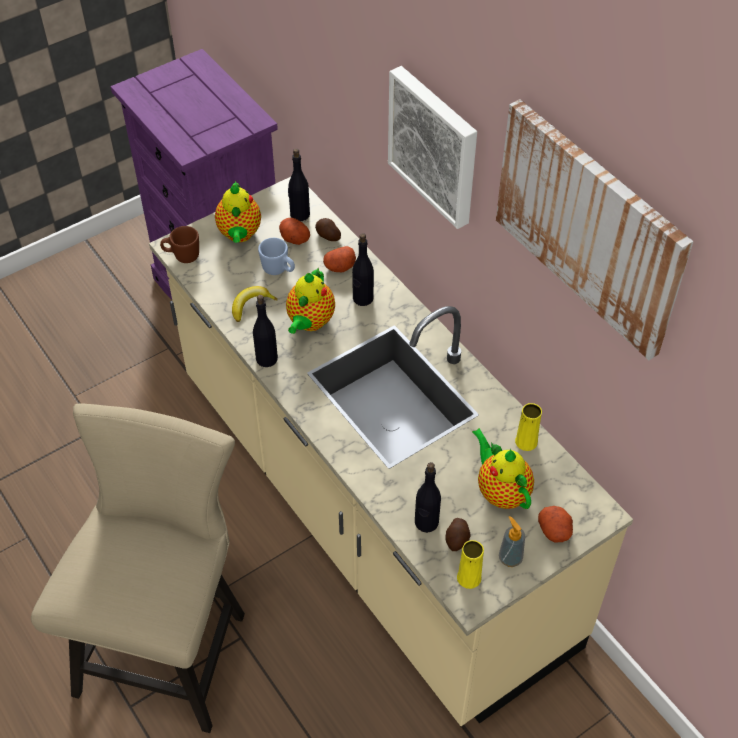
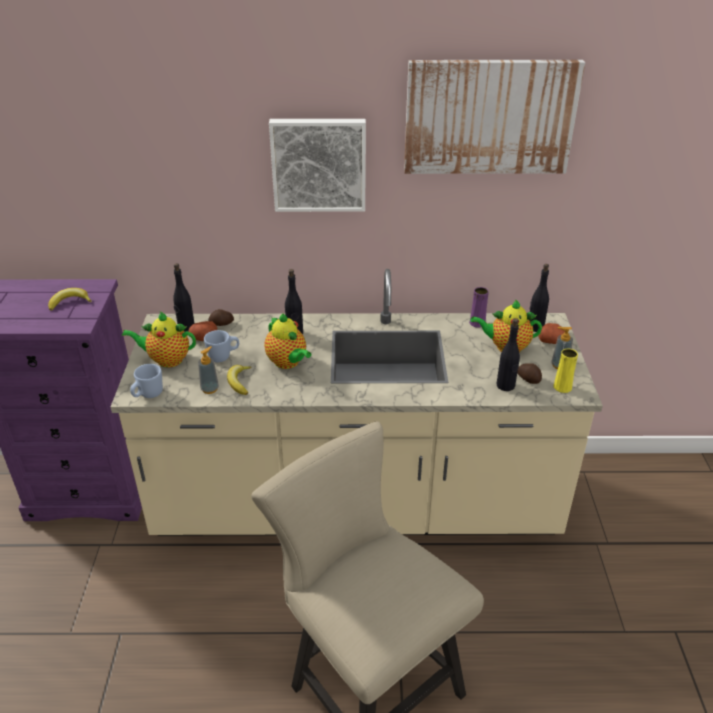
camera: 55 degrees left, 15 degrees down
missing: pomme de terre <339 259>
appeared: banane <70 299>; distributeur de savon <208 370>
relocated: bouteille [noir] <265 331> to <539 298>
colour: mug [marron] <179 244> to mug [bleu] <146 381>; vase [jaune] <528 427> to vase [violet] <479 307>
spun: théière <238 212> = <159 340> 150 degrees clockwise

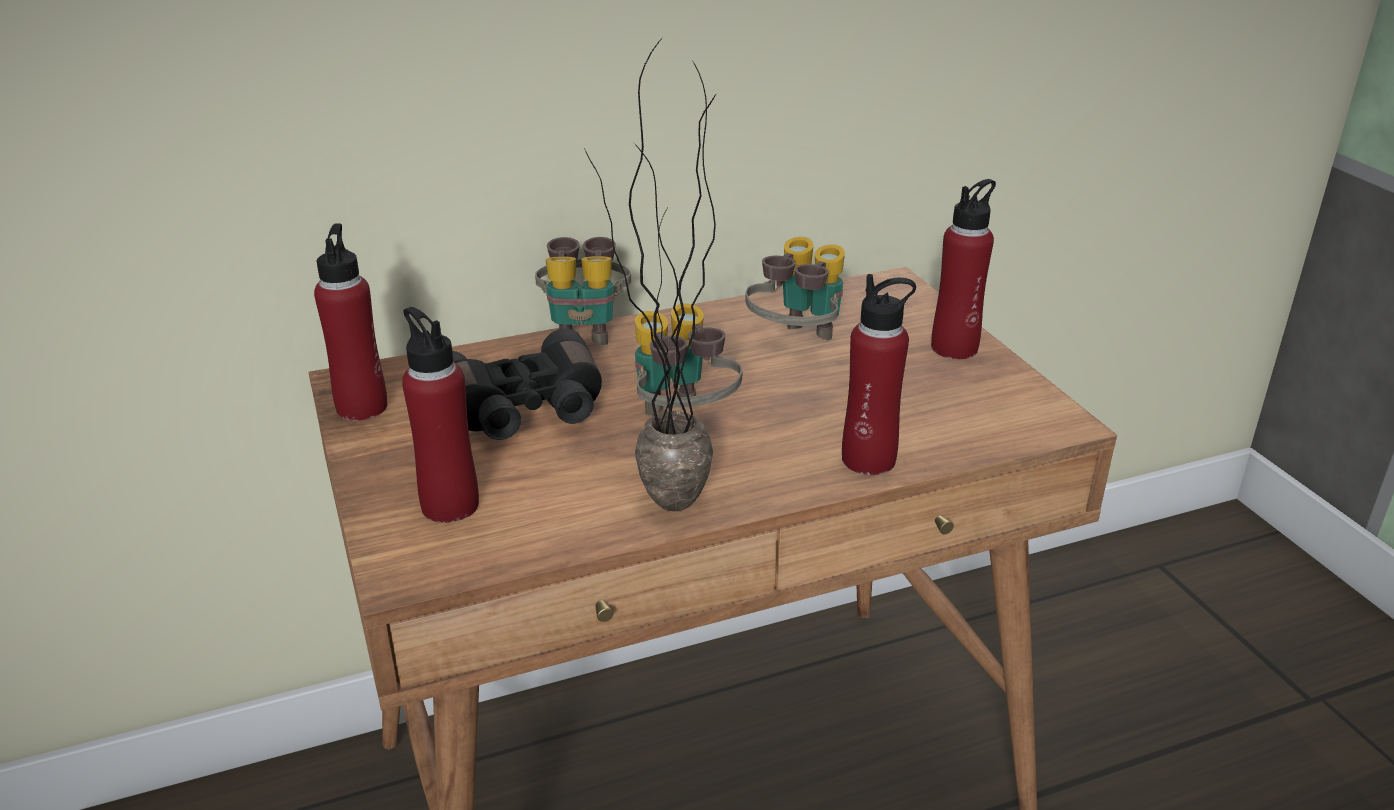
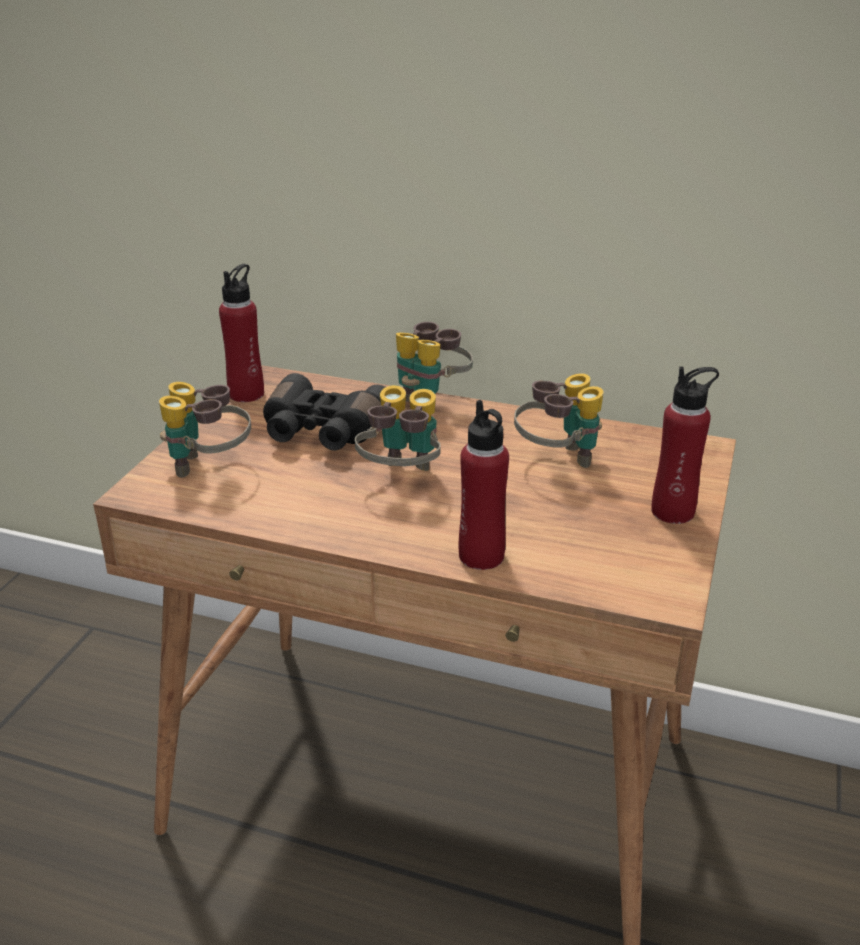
camera: 40 degrees right, 0 degrees up
missing: plante en pot <650 273>
exchanged: bouteille [rouge] <440 415> to jumelles <205 430>

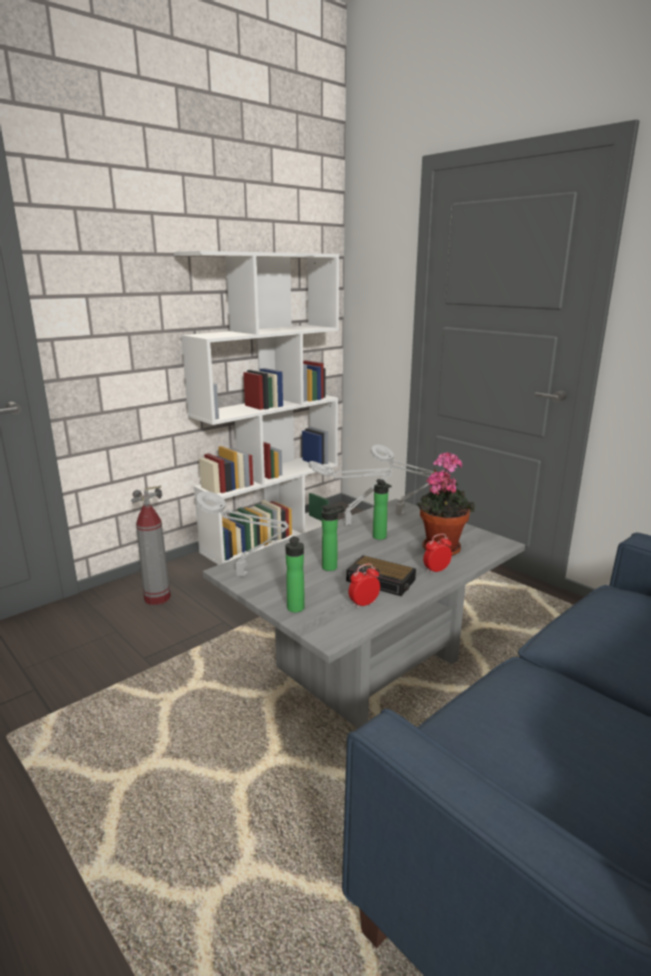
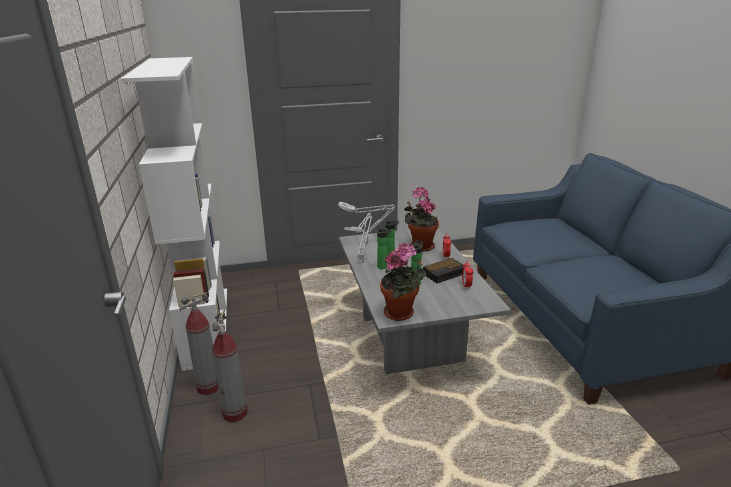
camera: 60 degrees left, 5 degrees up
appeared: extincteur <198 343>
relocated: bouteille <295 574> to <384 248>
exchanged: lampe de table [gris] <242 534> to plante en pot <403 282>

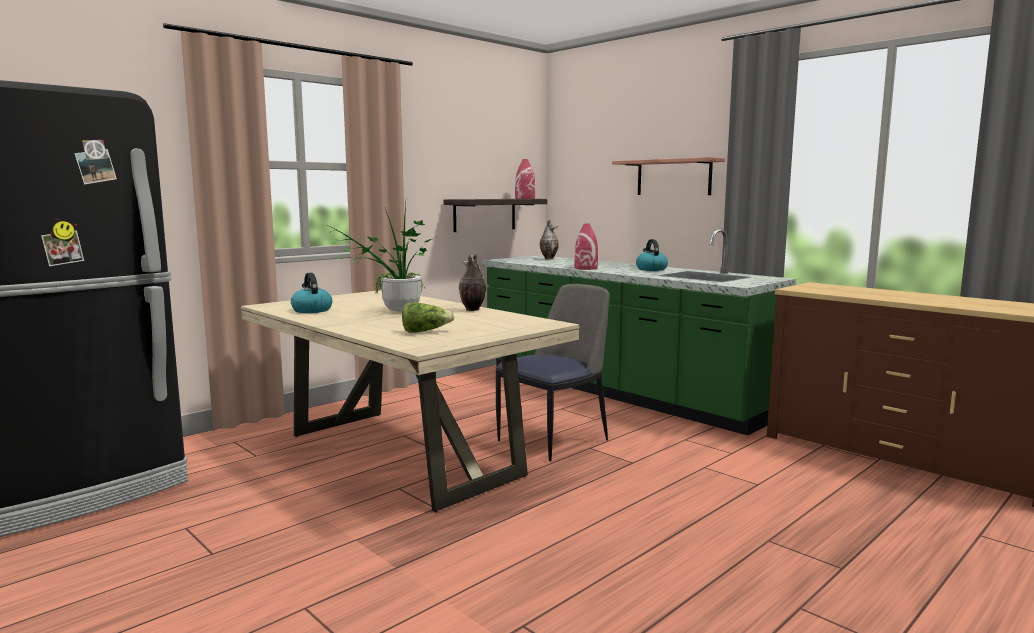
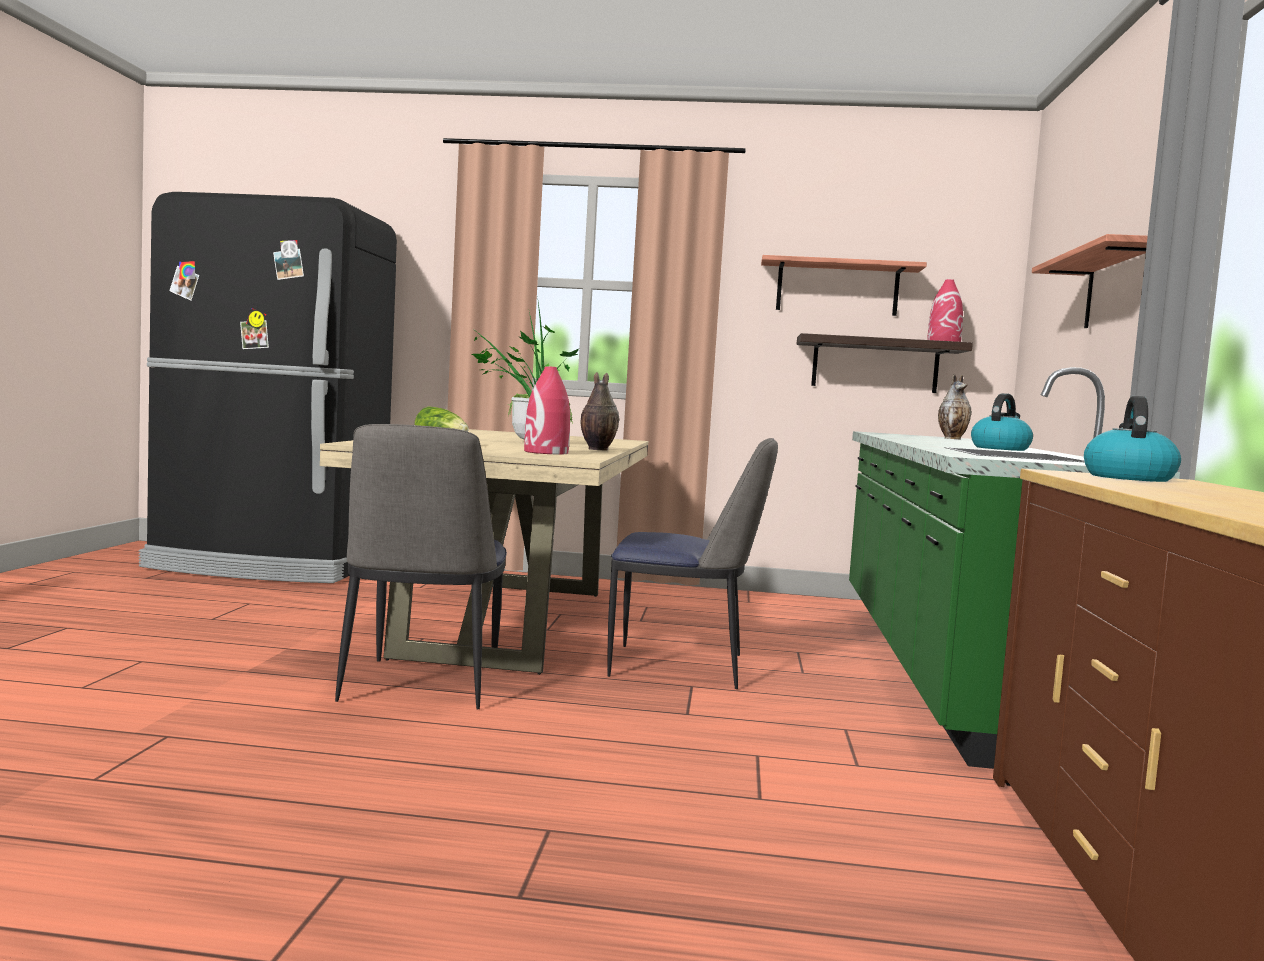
camera: 50 degrees right, 5 degrees down
appeared: chaise <421 567>; étagère <844 285>
relocated: bouilloire <311 293> to <1132 439>; vase [rouge] <586 246> to <547 410>

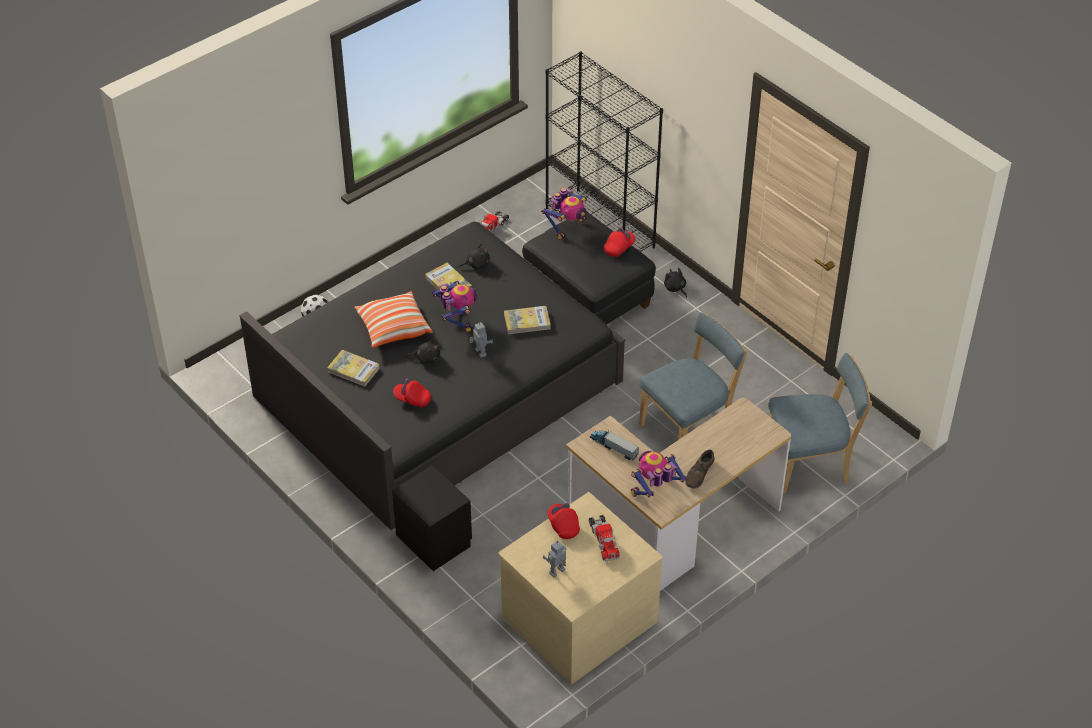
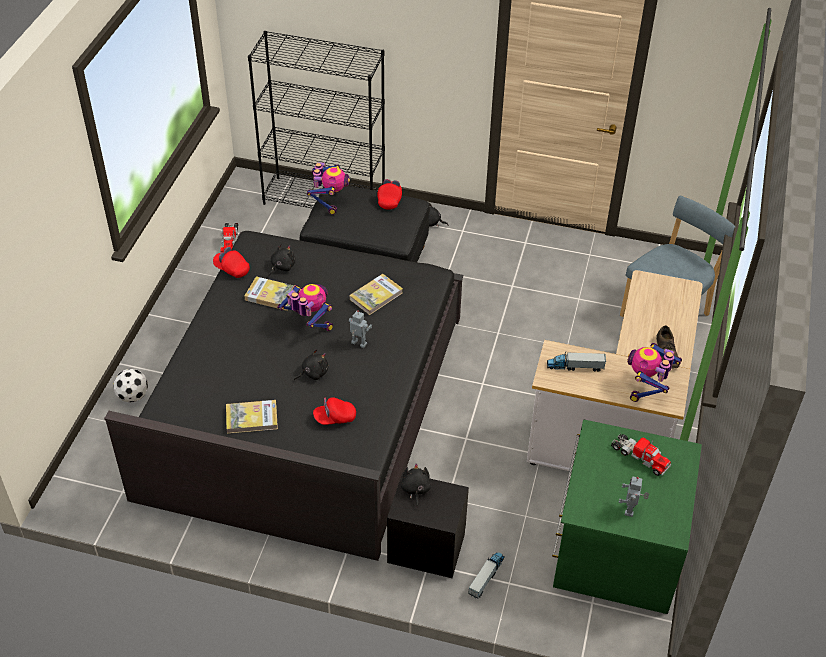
camera: 35 degrees left, 0 degrees up
missing: coussin <393 319>; chaise [bleu] <693 376>
appeared: peluche [noir] <416 485>; camion jouet <486 575>
relocated: casquette [rouge] <563 521> to <231 262>
colour: commode [beige] <580 588> to commode [vert] <627 517>

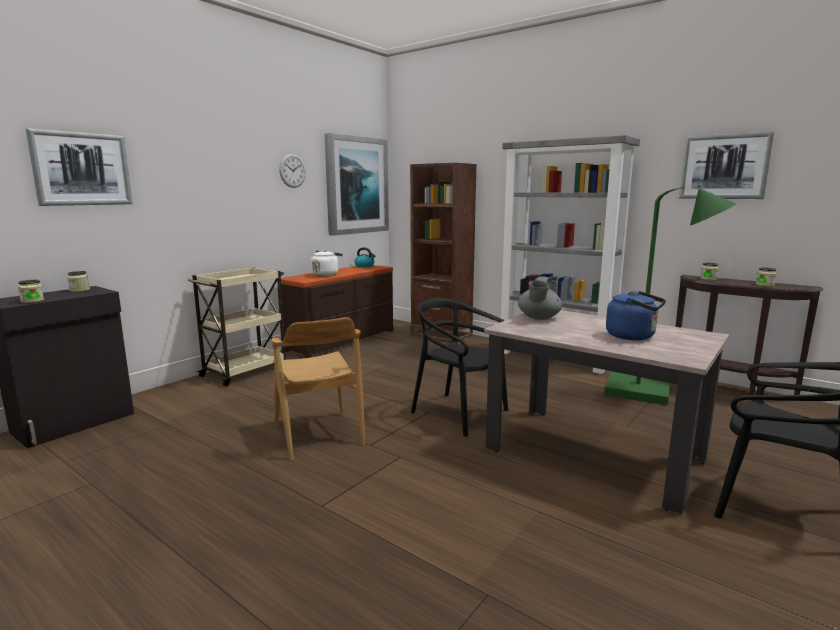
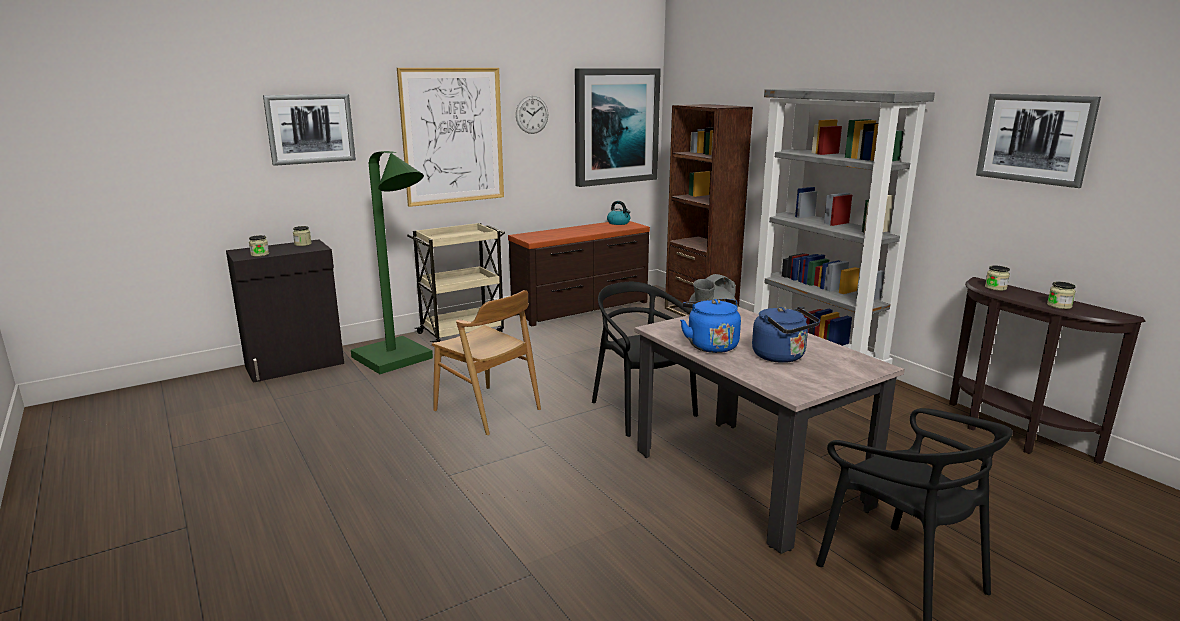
camera: 20 degrees right, 5 degrees up
missing: bouilloire [blanc] <327 263>
appeared: tableau <450 137>; bouilloire [bleu] <710 326>
relocated: lampadaire [vert] <670 296> to <392 262>
spun: chaise [marron] <318 388> = <486 362> 45 degrees counterclockwise

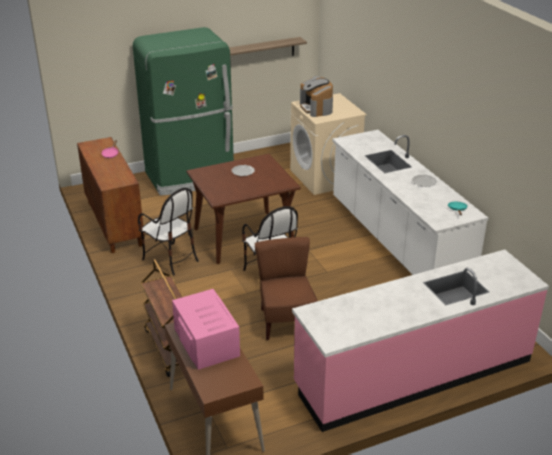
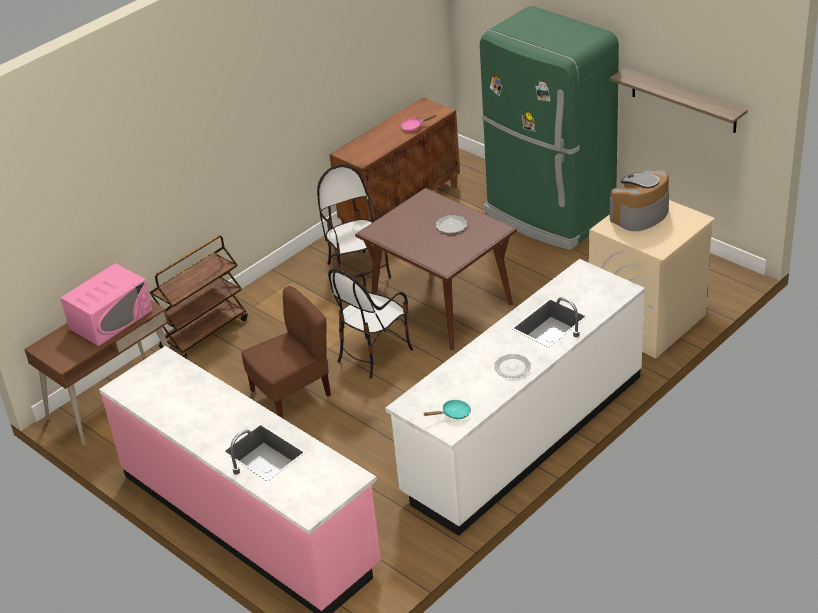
camera: 70 degrees right, 5 degrees up
spun: chaise <168 231> = <354 221> 135 degrees clockwise

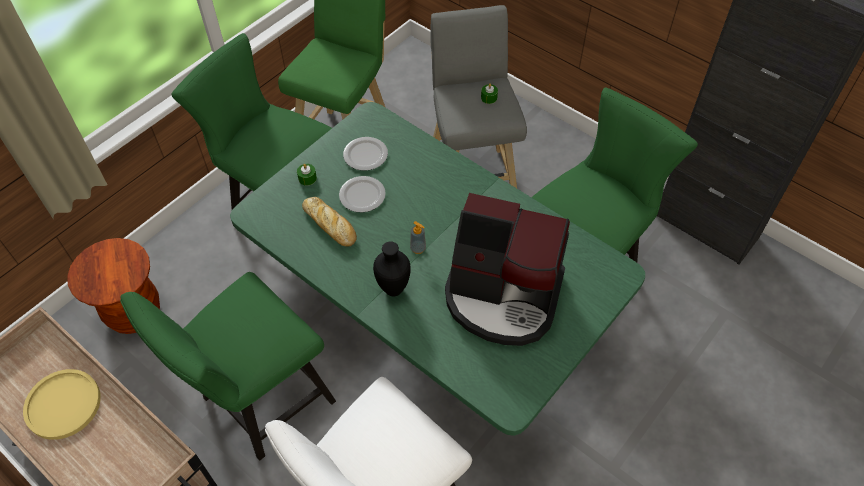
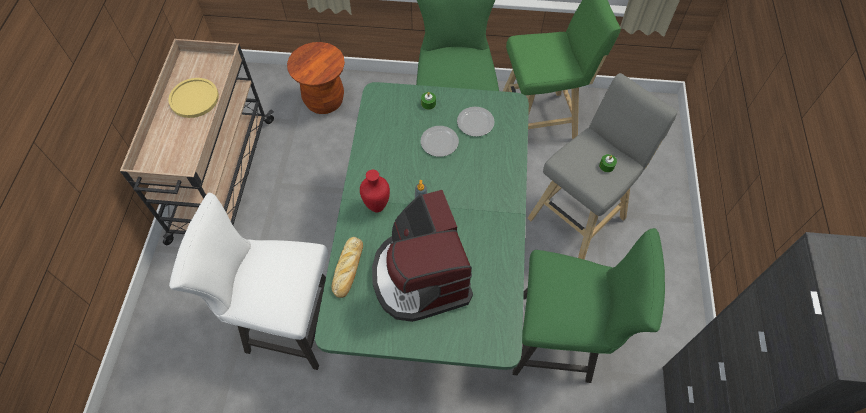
camera: 55 degrees right, 5 degrees up
missing: chaise [vert] <228 366>
relocated: pain <329 222> to <347 267>
colour: vase [noir] <392 268> to vase [rouge] <375 191>

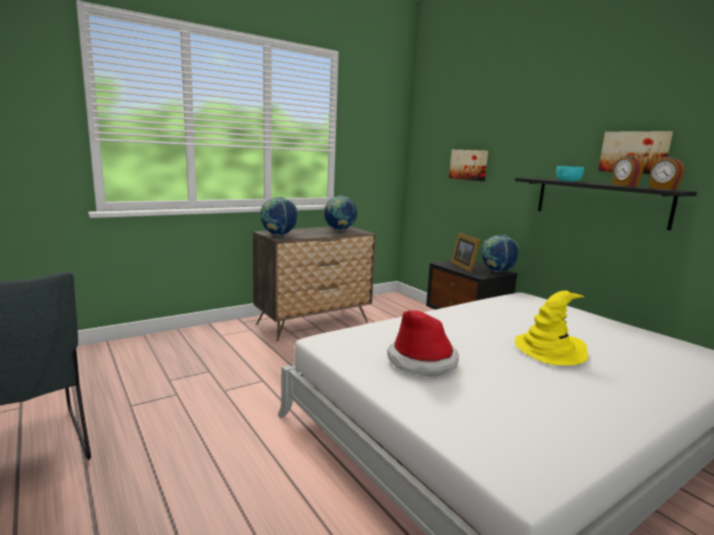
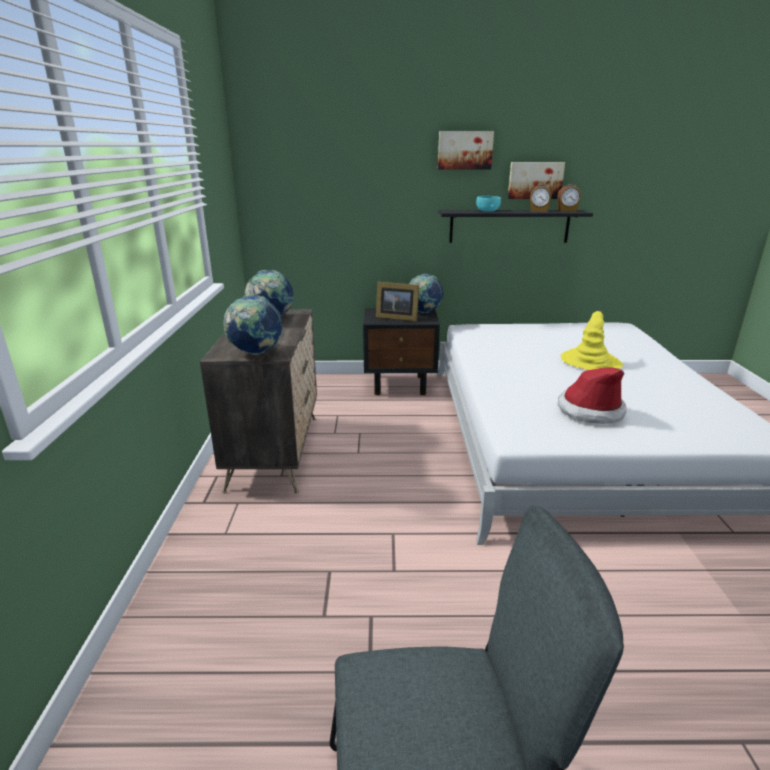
camera: 55 degrees left, 10 degrees up
relocated: tableau <468 165> to <466 150>

